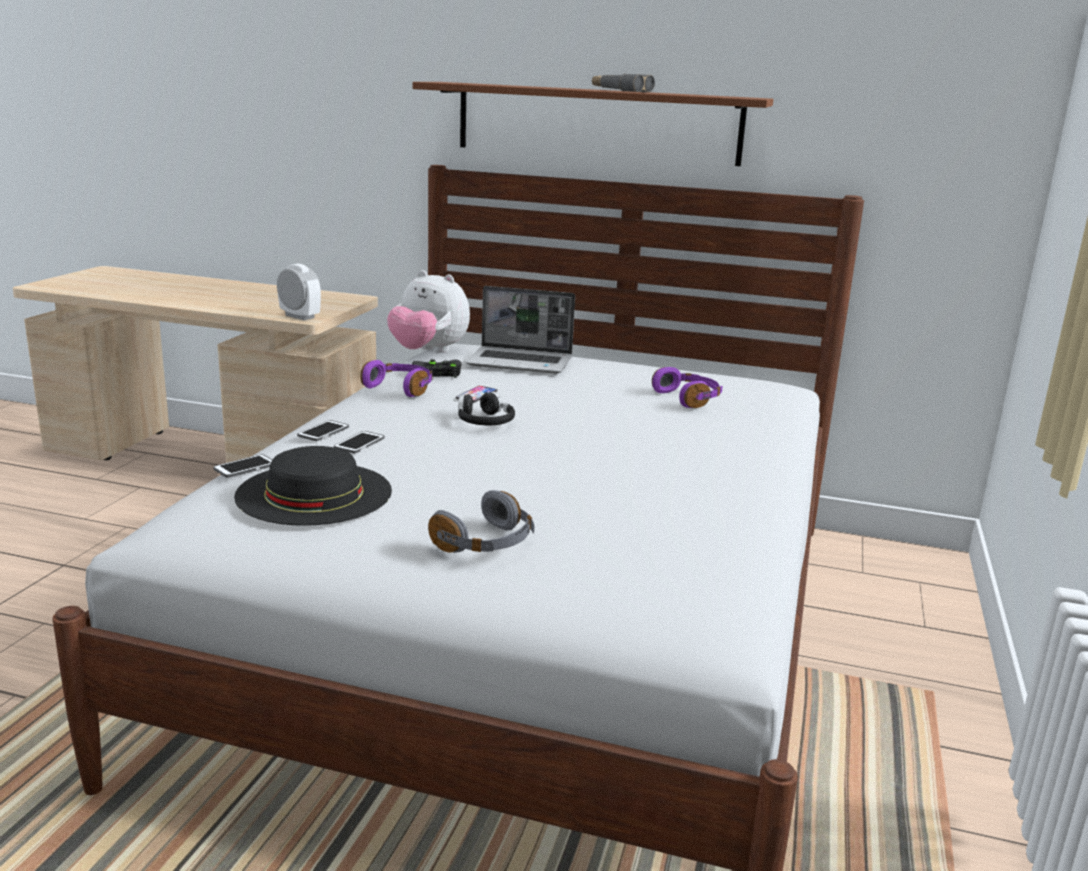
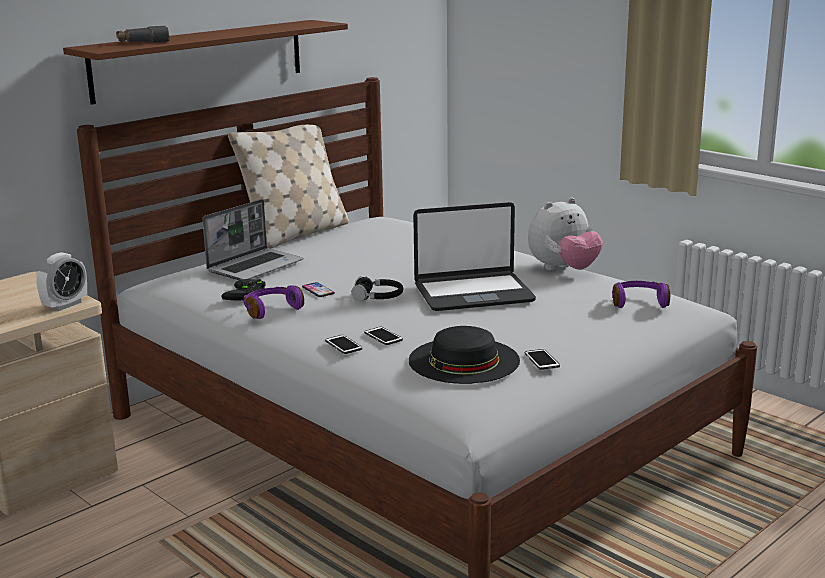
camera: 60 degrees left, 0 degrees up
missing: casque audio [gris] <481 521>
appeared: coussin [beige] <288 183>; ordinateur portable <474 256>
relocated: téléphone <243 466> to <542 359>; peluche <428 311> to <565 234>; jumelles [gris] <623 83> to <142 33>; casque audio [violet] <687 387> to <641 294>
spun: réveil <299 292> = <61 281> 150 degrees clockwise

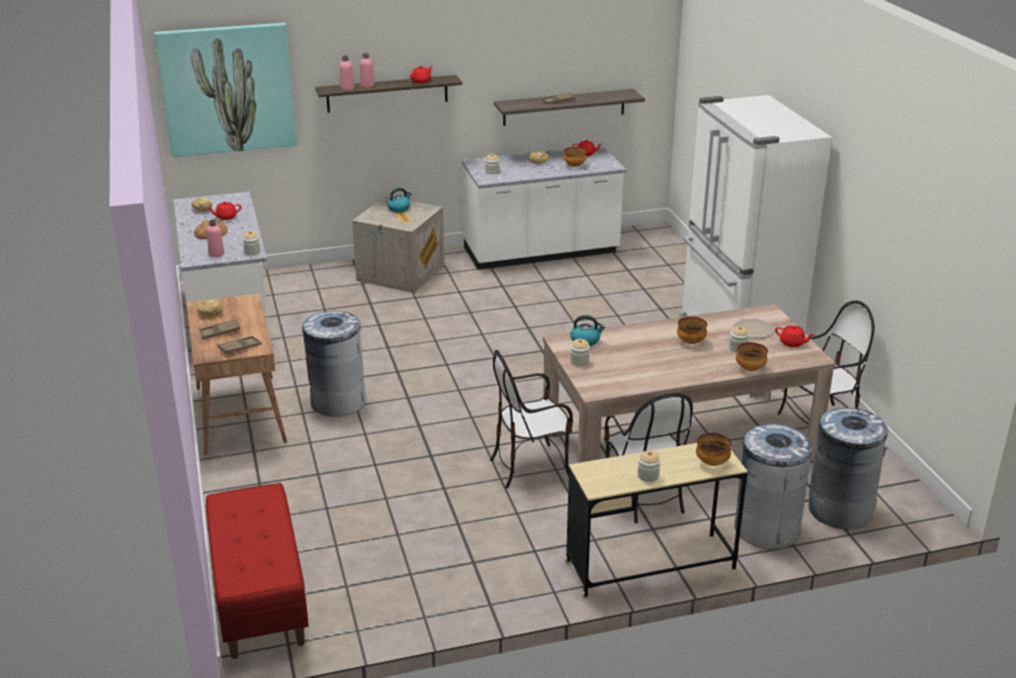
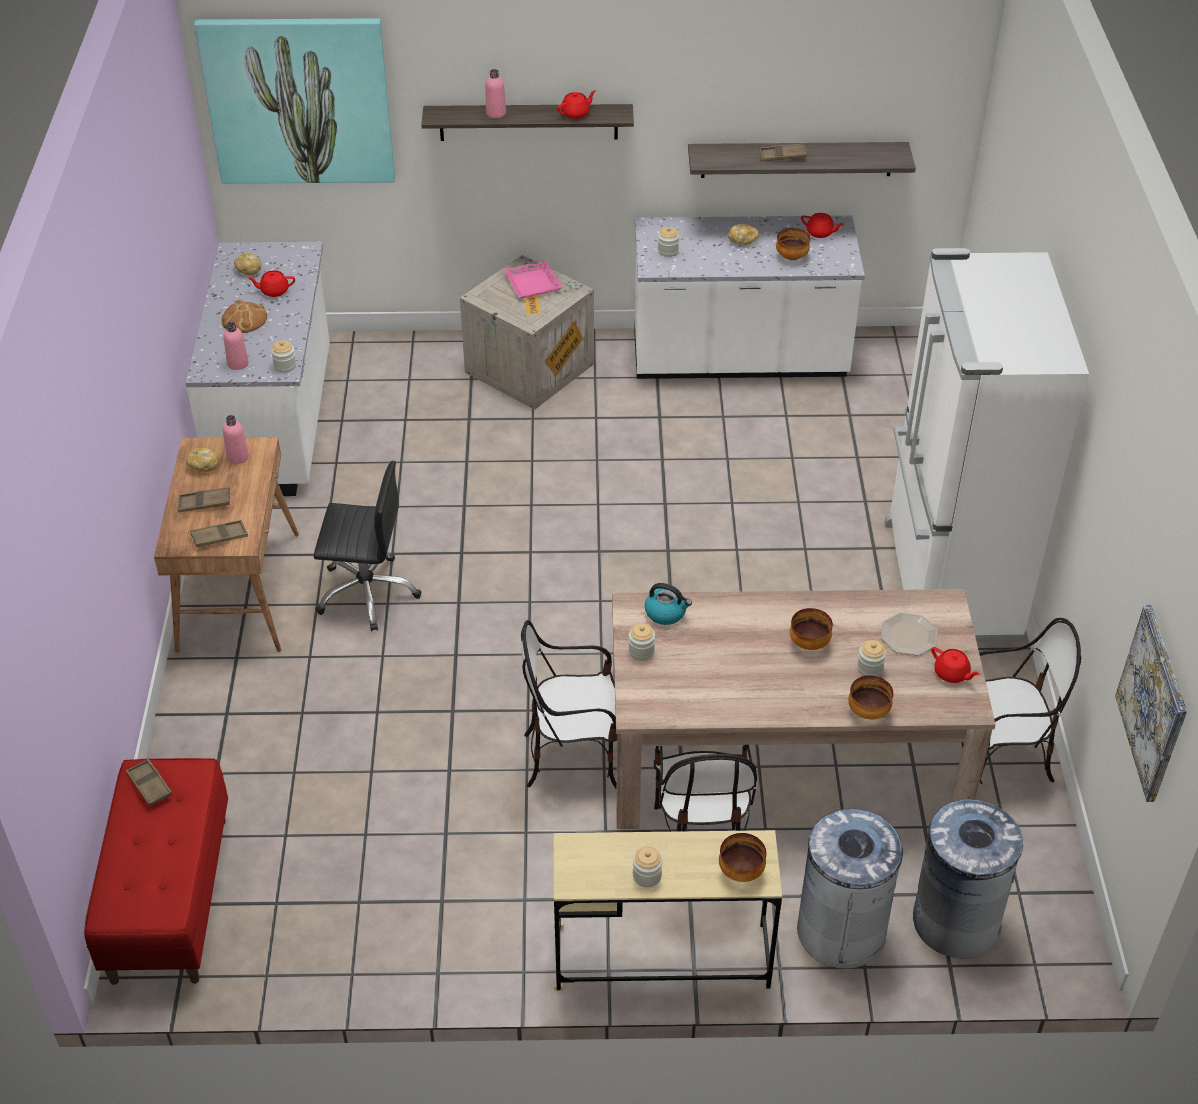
camera: 15 degrees right, 15 degrees up
appeared: plateau [marron] <149 782>; tableau <1151 703>
relocated: bouteille [rose] <347 73> to <236 439>
exchanged: poubelle [gris] <334 364> to chaise de bureau [noir] <367 546>; bouilloire <399 200> to plateau [rose] <533 279>

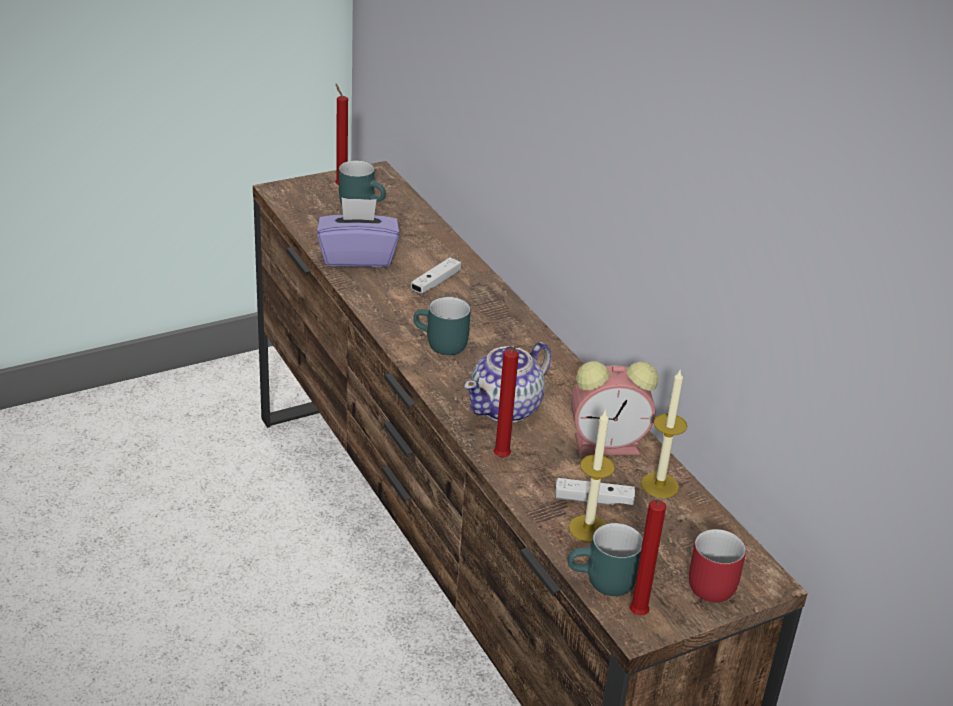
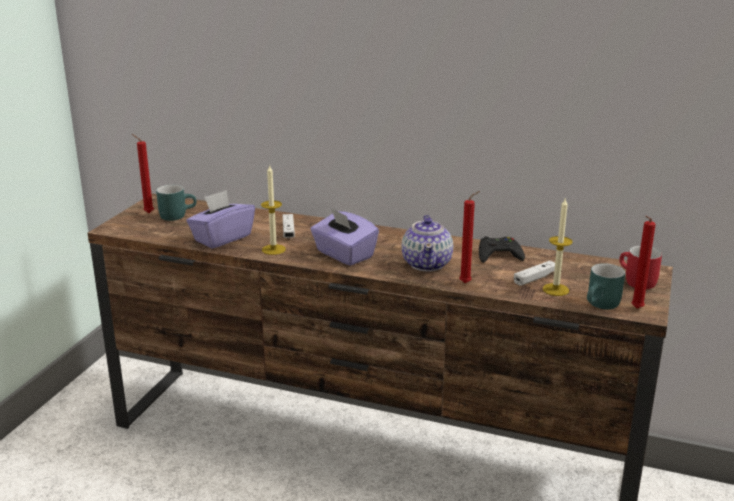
camera: 40 degrees left, 10 degrees down
relocated: bougie <664 434> to <273 209>
exchanged: mug [turquoise] <442 326> to boîte à mouchoirs [violet] <344 236>; réveil <614 408> to manette [noir] <502 249>

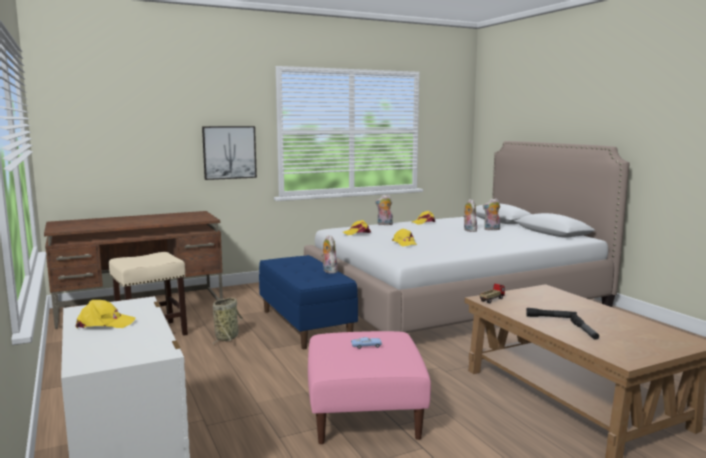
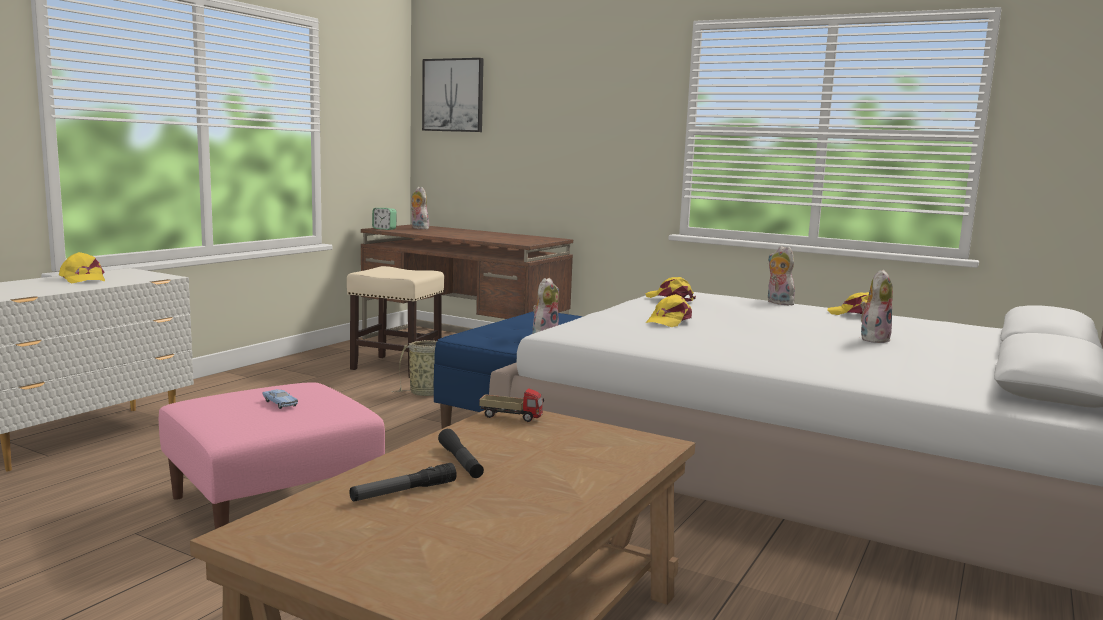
camera: 55 degrees right, 0 degrees up
appeared: réveil <384 219>
relocated: tableau <229 153> to <453 95>; peluche <491 214> to <420 208>

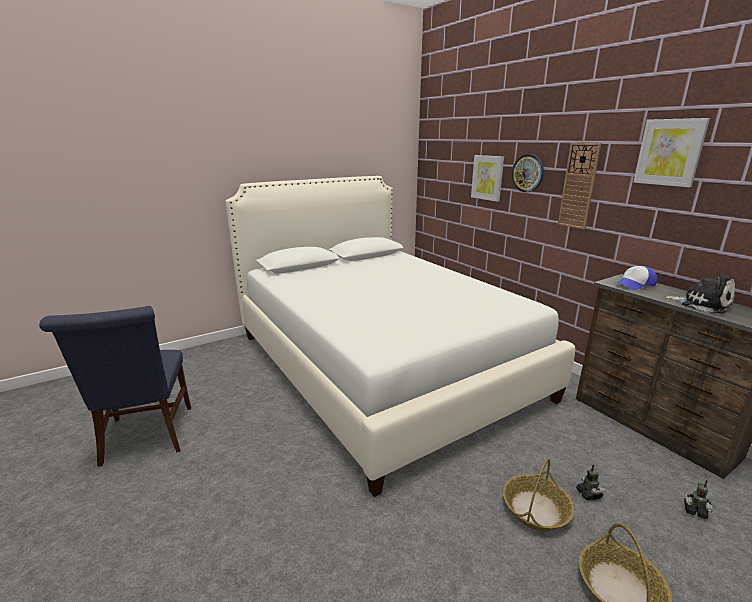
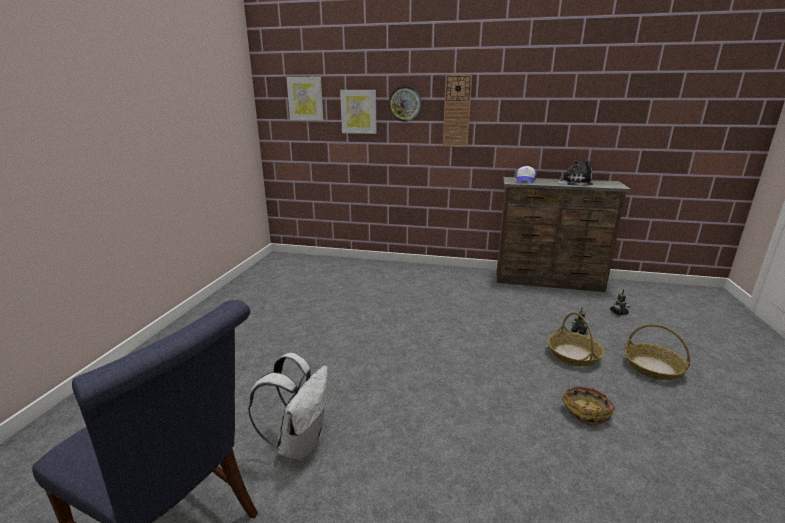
camera: 45 degrees left, 0 degrees up
missing: lit [blanc] <400 336>
appeared: sac à dos [blanc] <288 407>; panier <588 406>
relocated: tableau <671 152> to <304 99>

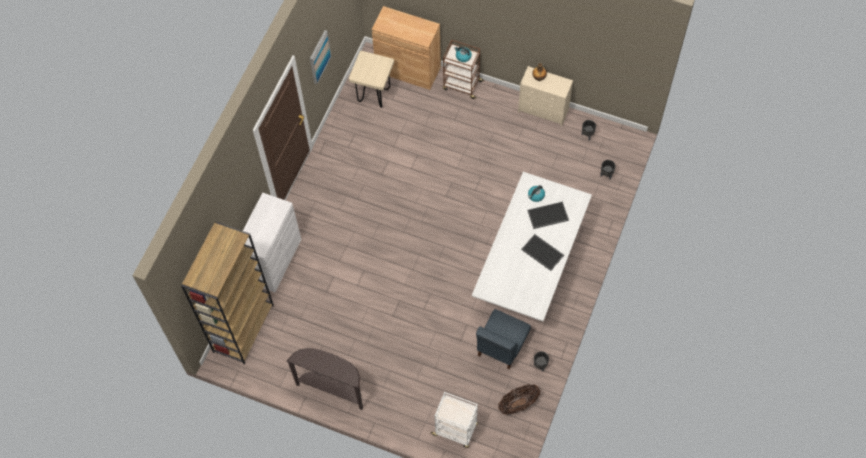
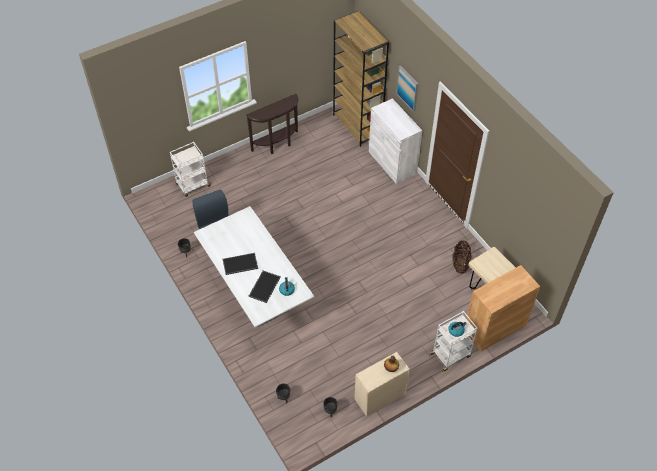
camera: 125 degrees right, 10 degrees down
relocated: tableau <320 57> to <407 89>; panier <519 399> to <462 257>
colour: chariot [marron] <463 69> to chariot [blanc] <453 341>

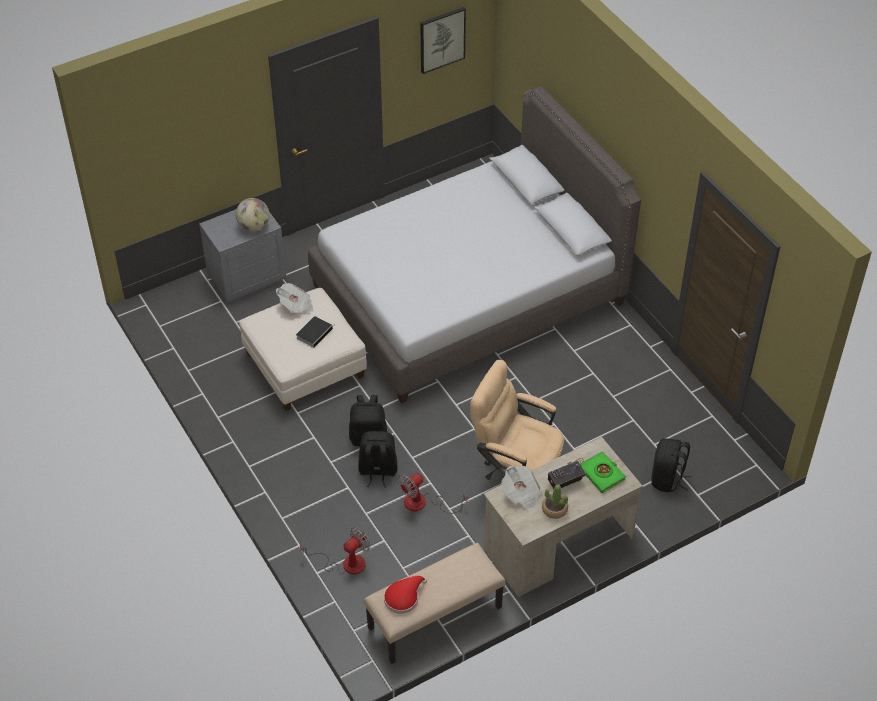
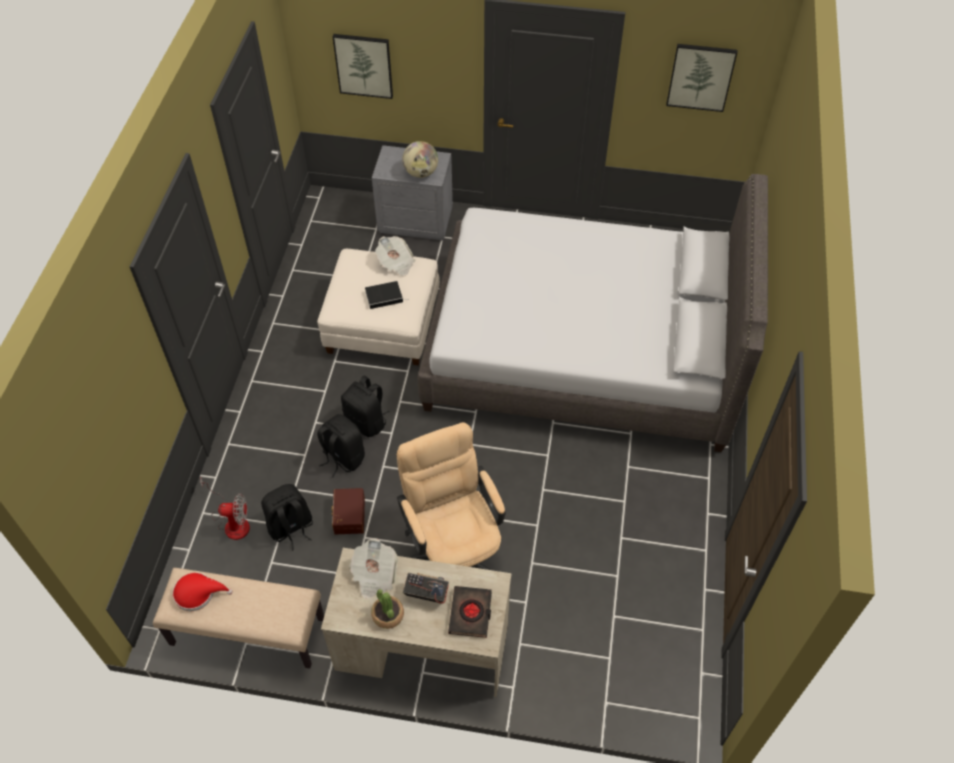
camera: 40 degrees right, 5 degrees up
appeared: tableau <362 66>
relocated: sac à dos [noir] <671 465> to <287 517>
exchanged: ventilateur <432 493> to boîte de rangement [marron] <348 511>
colour: livre [vert] <603 472> to livre [noir] <470 612>

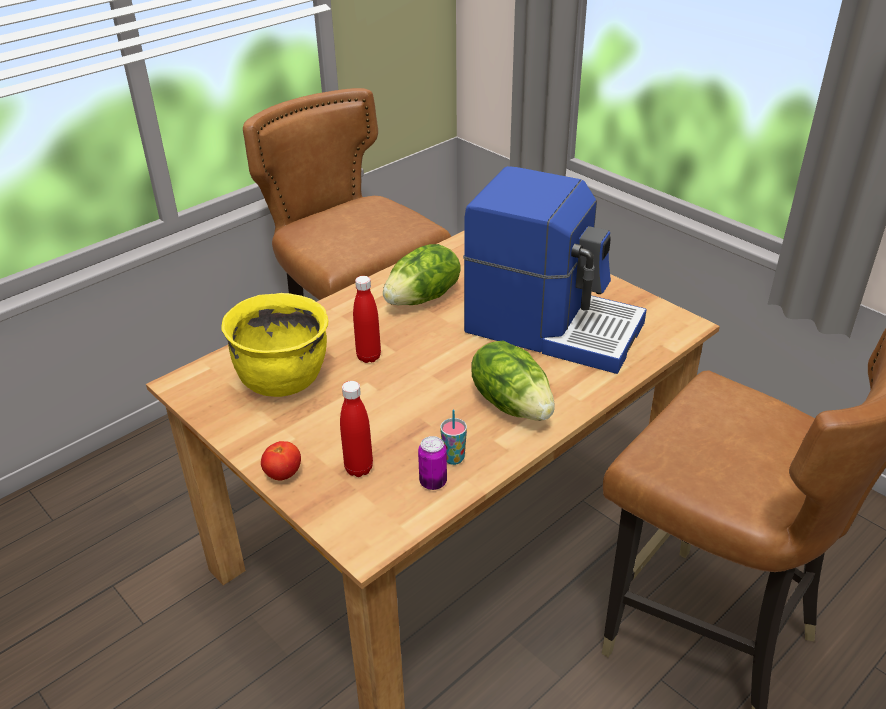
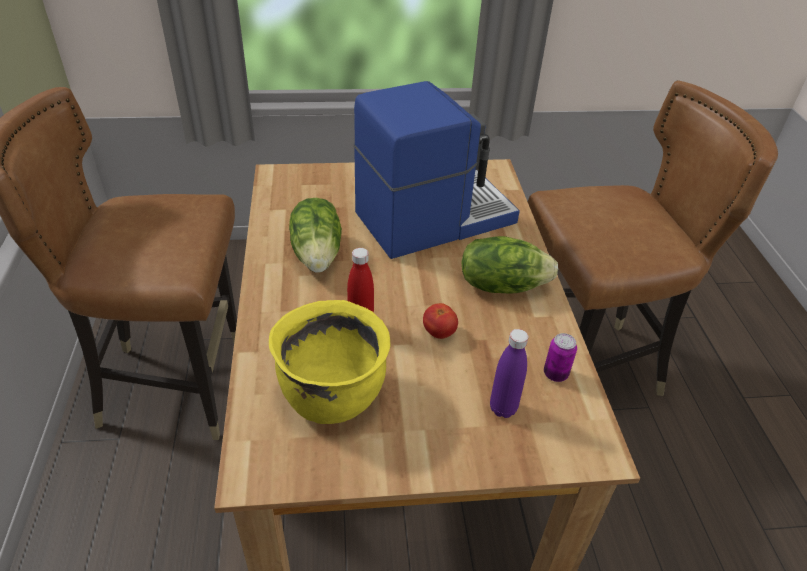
camera: 55 degrees left, 5 degrees up
missing: tasse <453 437>
relocated: tomate <281 461> to <440 321>
colour: bouteille [rouge] <356 429> to bouteille [violet] <509 373>

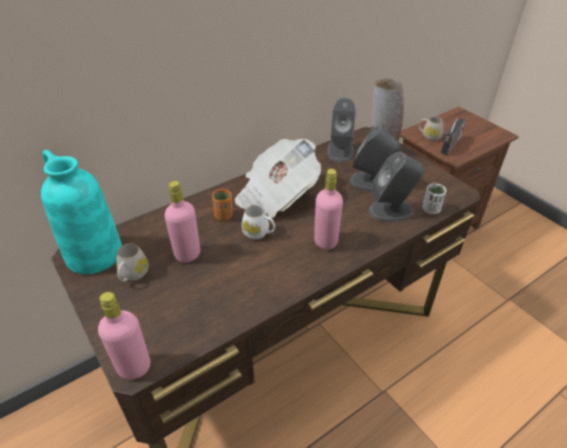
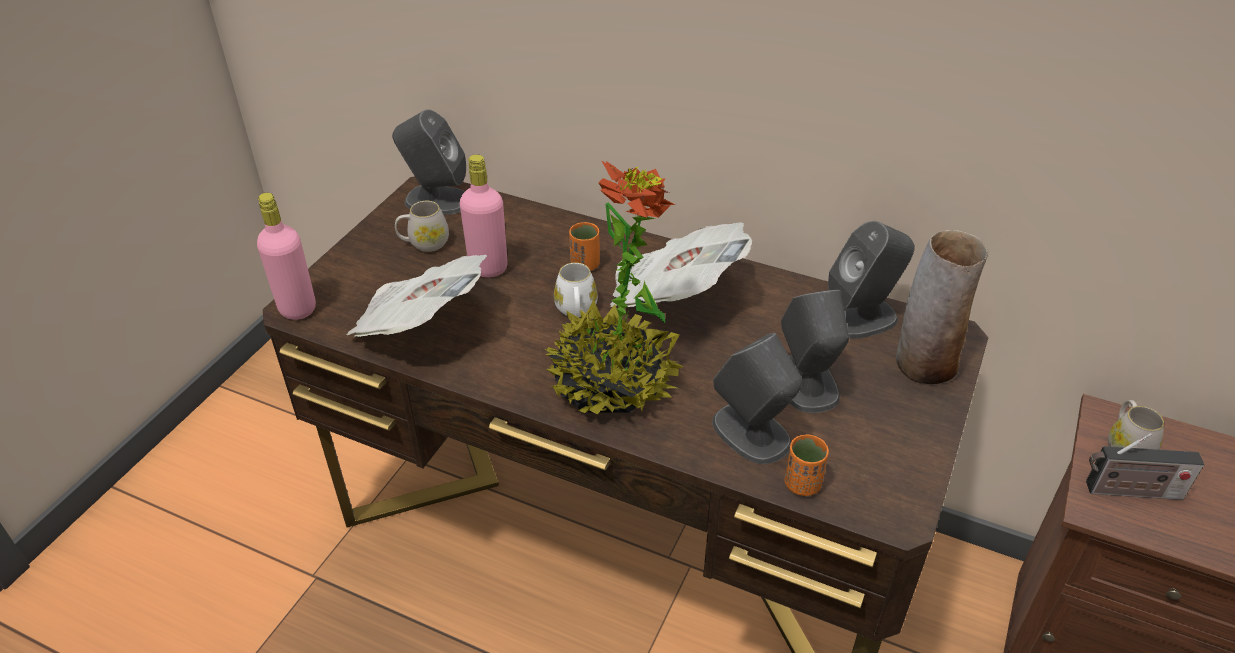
camera: 60 degrees right, 0 degrees up
appeared: journal <416 296>
exchanged: vase [turquoise] <81 212> to enceinte [gris] <429 162>; bouteille [rose] <328 209> to plante en pot <614 287>
colour: tasse [blanc] <434 198> to tasse [orange] <806 465>

